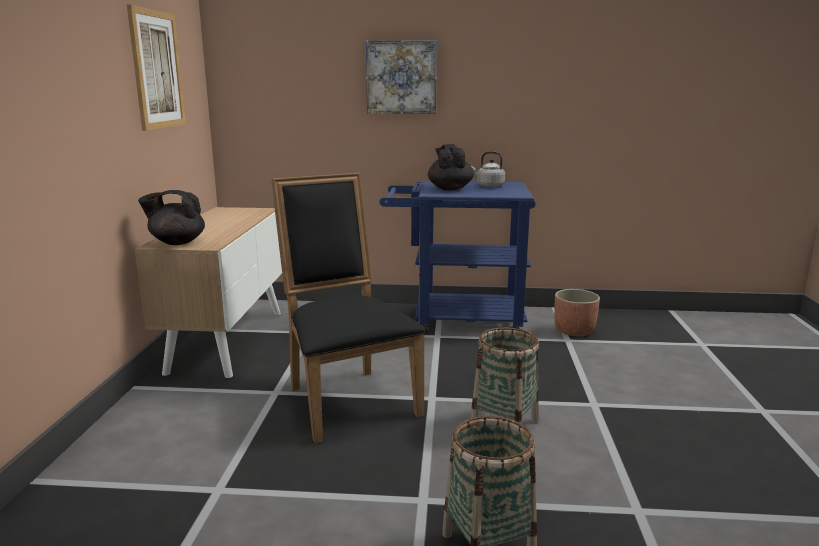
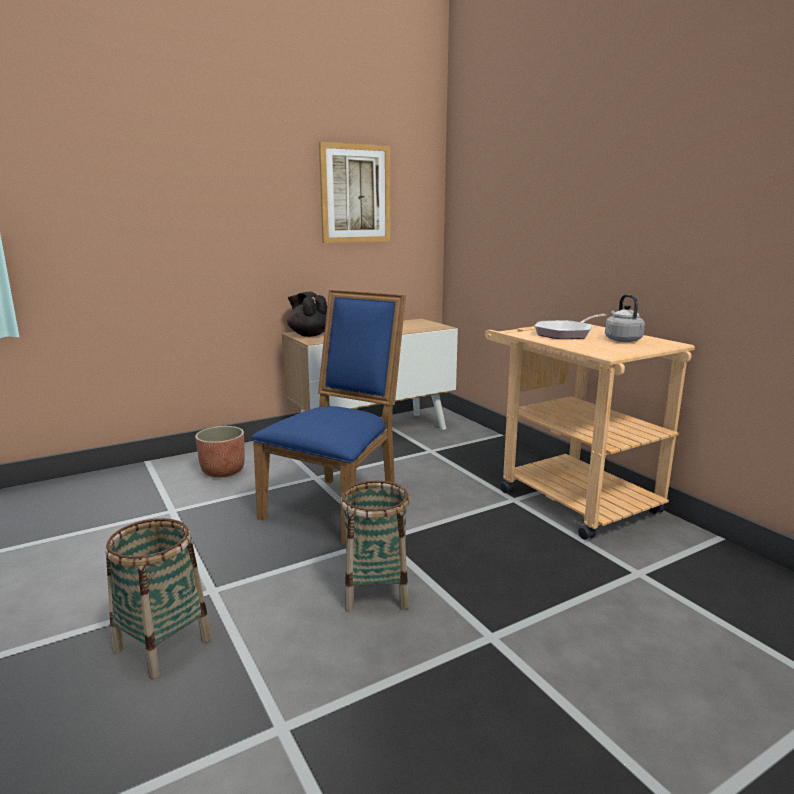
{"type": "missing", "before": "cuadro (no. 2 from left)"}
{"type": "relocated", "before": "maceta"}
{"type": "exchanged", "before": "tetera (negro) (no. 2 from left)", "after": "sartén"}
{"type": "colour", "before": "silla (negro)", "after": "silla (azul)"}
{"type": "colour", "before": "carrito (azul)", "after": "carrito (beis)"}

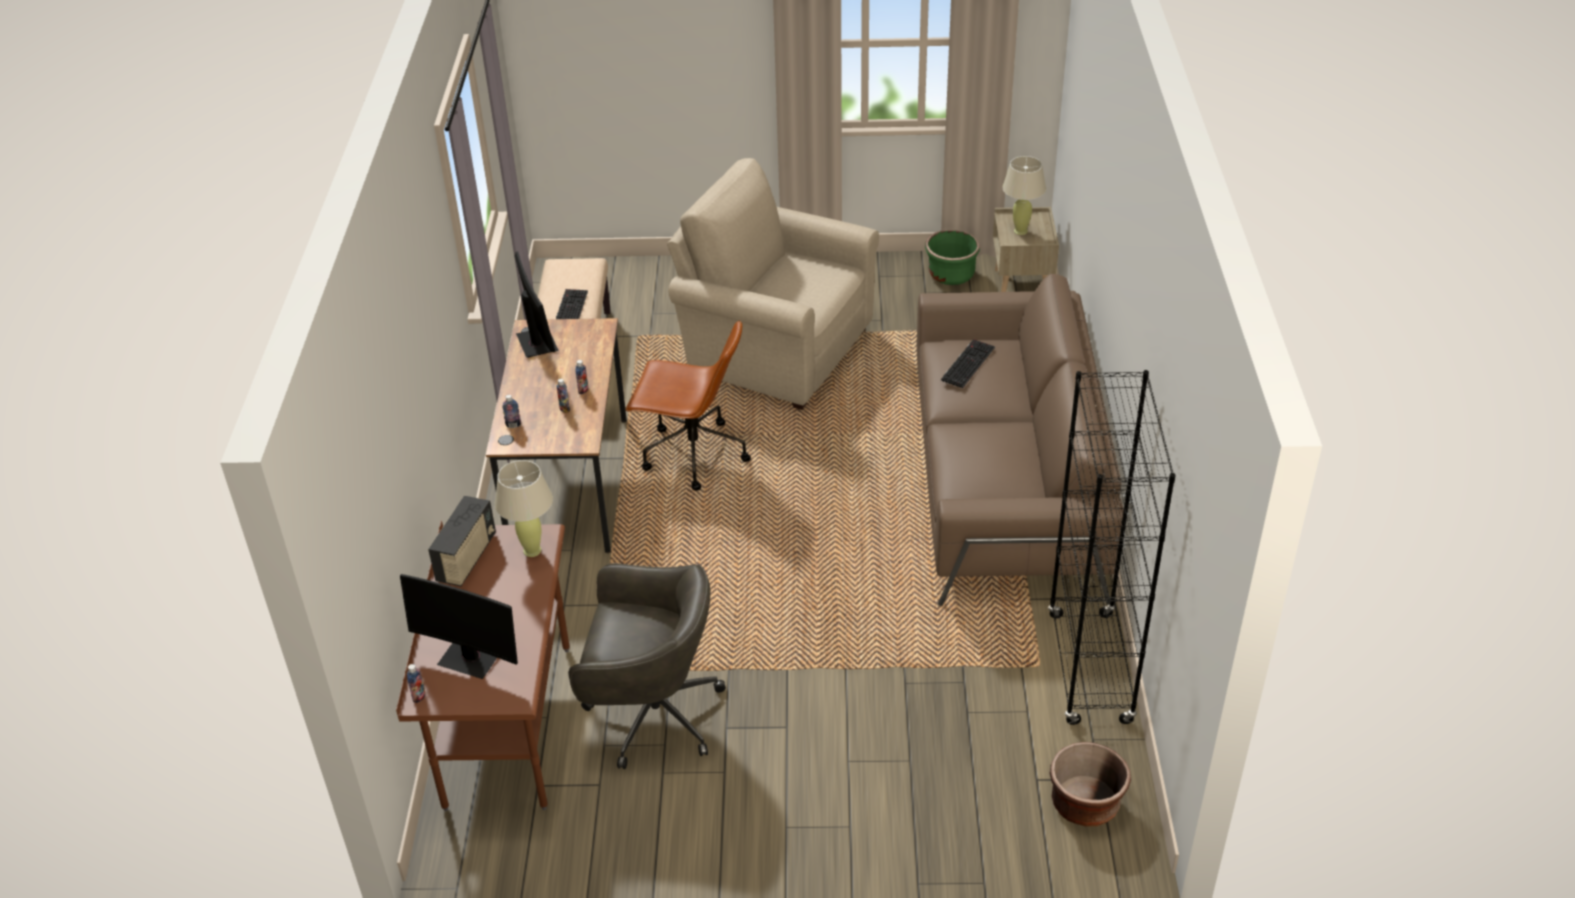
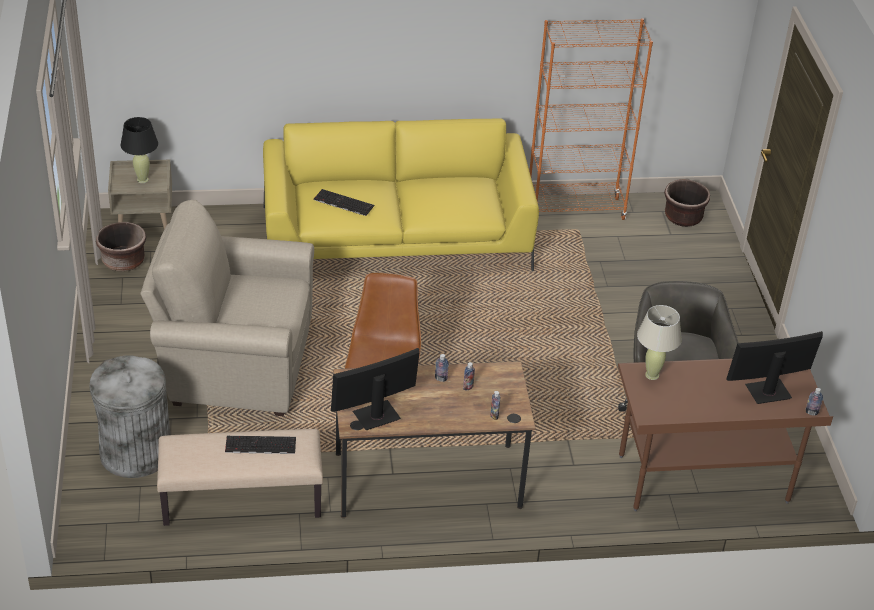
{"type": "missing", "before": "radio"}
{"type": "appeared", "after": "papelera (gris)"}
{"type": "colour", "before": "sofá (marrón)", "after": "sofá (amarillo)"}
{"type": "colour", "before": "maceta (verde)", "after": "maceta (marrón) (no. 1 from left)"}
{"type": "colour", "before": "lámpara de mesa (beis) (no. 2 from left)", "after": "lámpara de mesa (negro)"}
{"type": "colour", "before": "estantería (negro)", "after": "estantería (naranja)"}
{"type": "spun", "before": "monitor (no. 1 from left in the first image)", "turn": -120}
{"type": "spun", "before": "sillón (beis)", "turn": 75}

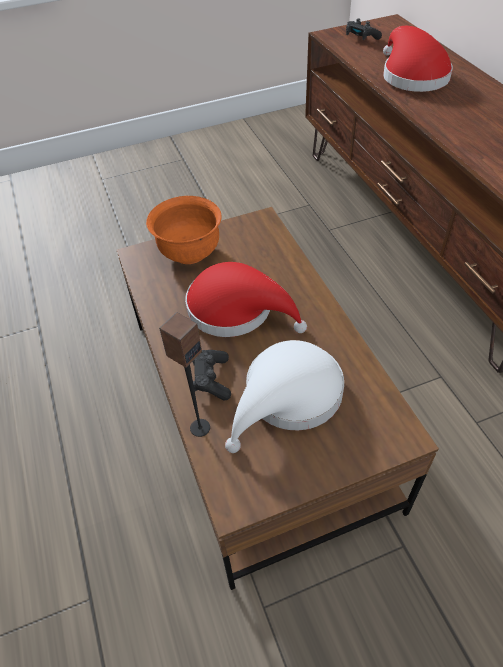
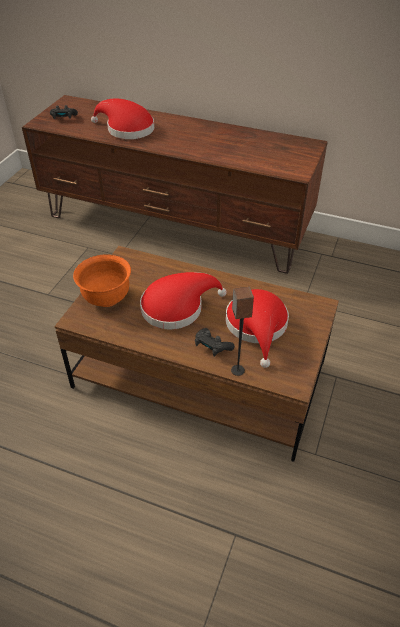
{"type": "colour", "before": "sombrero (blanco)", "after": "sombrero (rojo) (no. 3 from left)"}

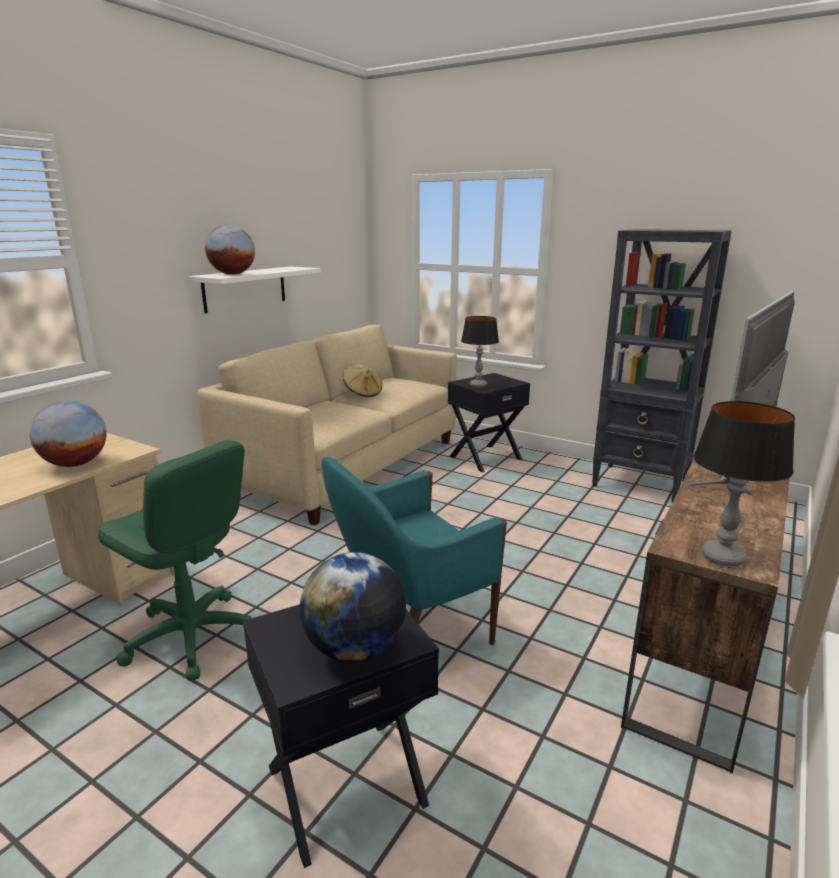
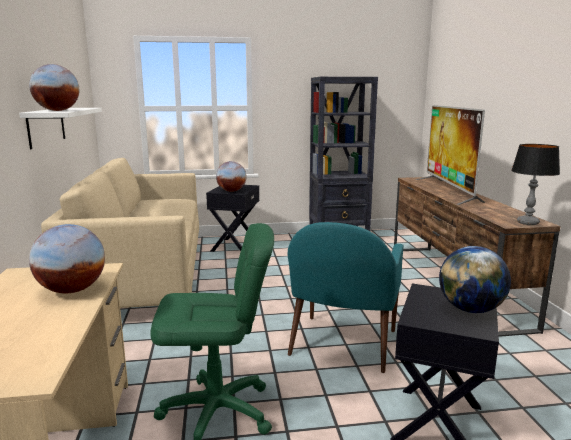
{"type": "missing", "before": "sombrero (beis)"}
{"type": "exchanged", "before": "lámpara de mesa (no. 1 from left)", "after": "globo terráqueo (no. 3 from left)"}

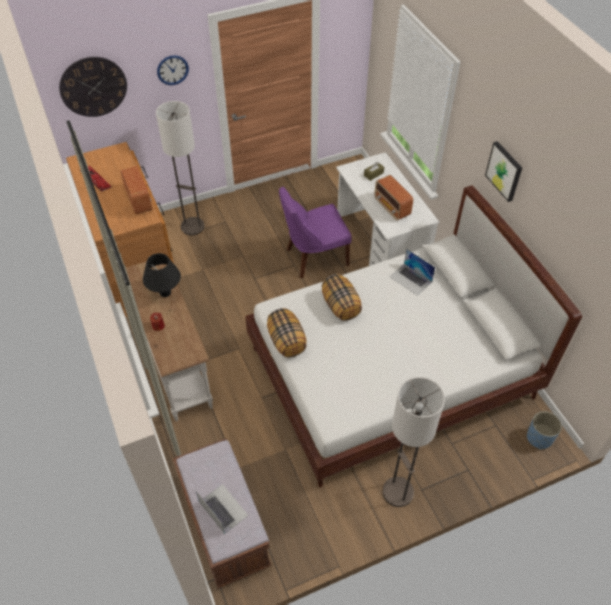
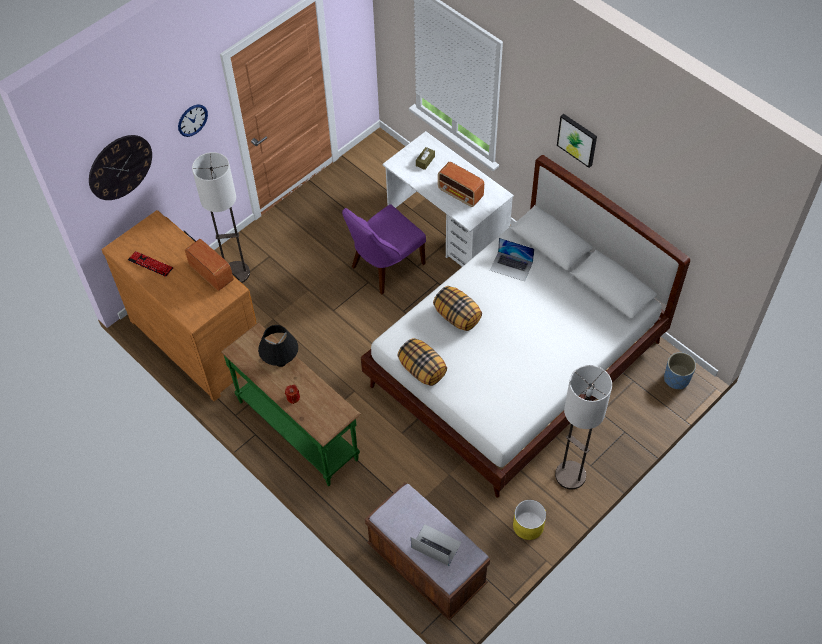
{"type": "appeared", "after": "maceta (amarillo)"}
{"type": "colour", "before": "mesa consola (blanco)", "after": "mesa consola (verde)"}

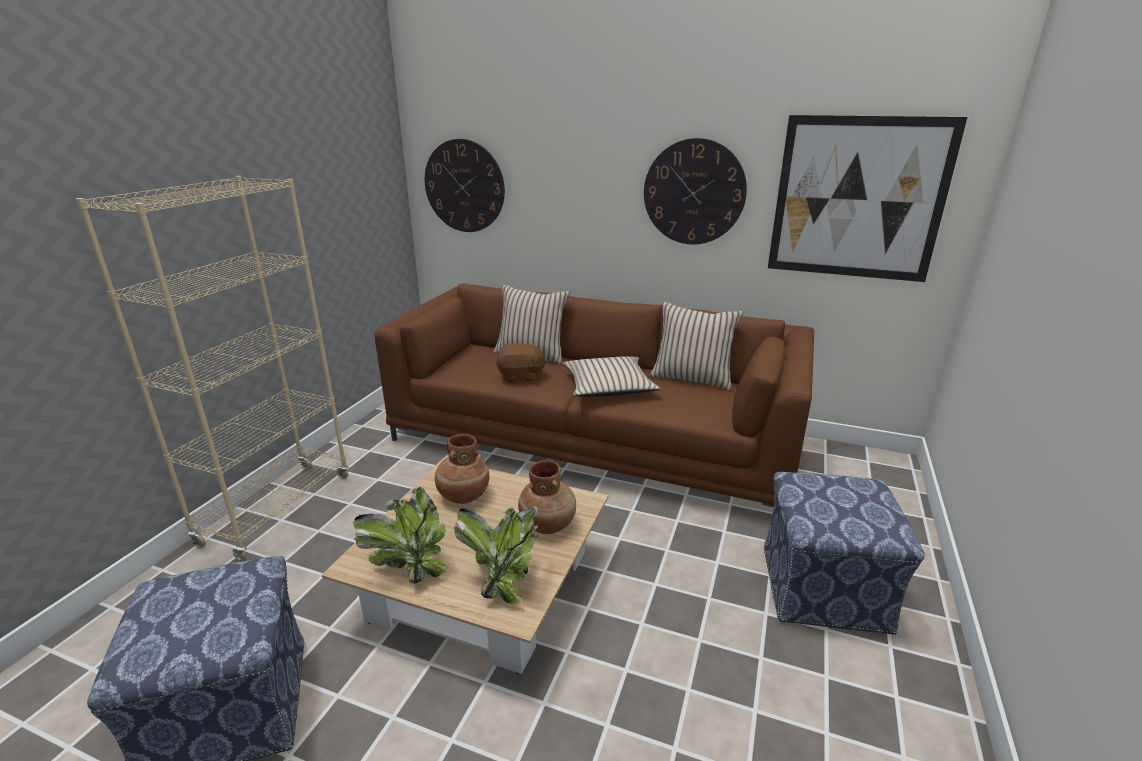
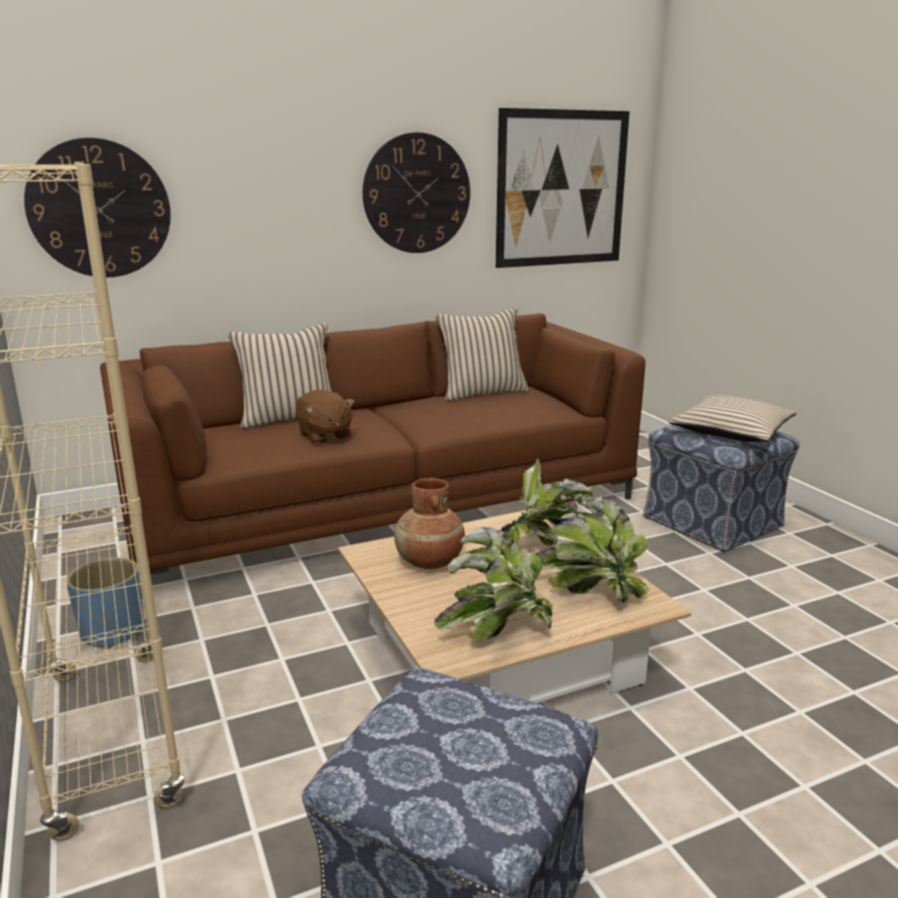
{"type": "appeared", "after": "maceta (azul)"}
{"type": "relocated", "before": "cojín (beis) (no. 2 from left in the first image)", "after": "cojín (beis) (no. 3 from left)"}
{"type": "exchanged", "before": "florero (marrón) (no. 2 from left)", "after": "planta en maceta (no. 2 from left)"}
{"type": "spun", "before": "peluche (marrón)", "turn": 105}

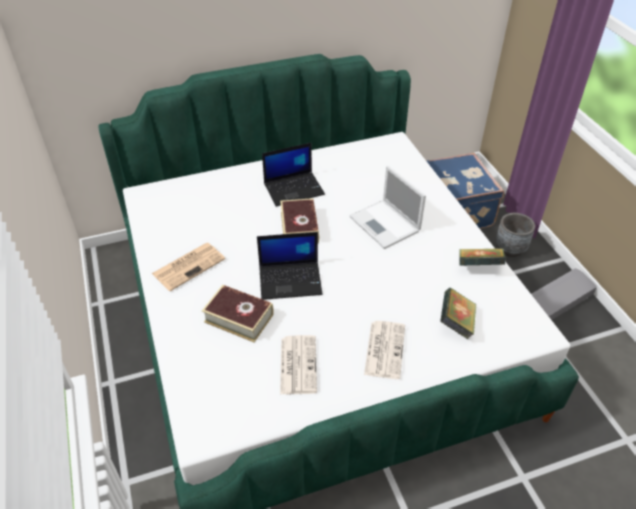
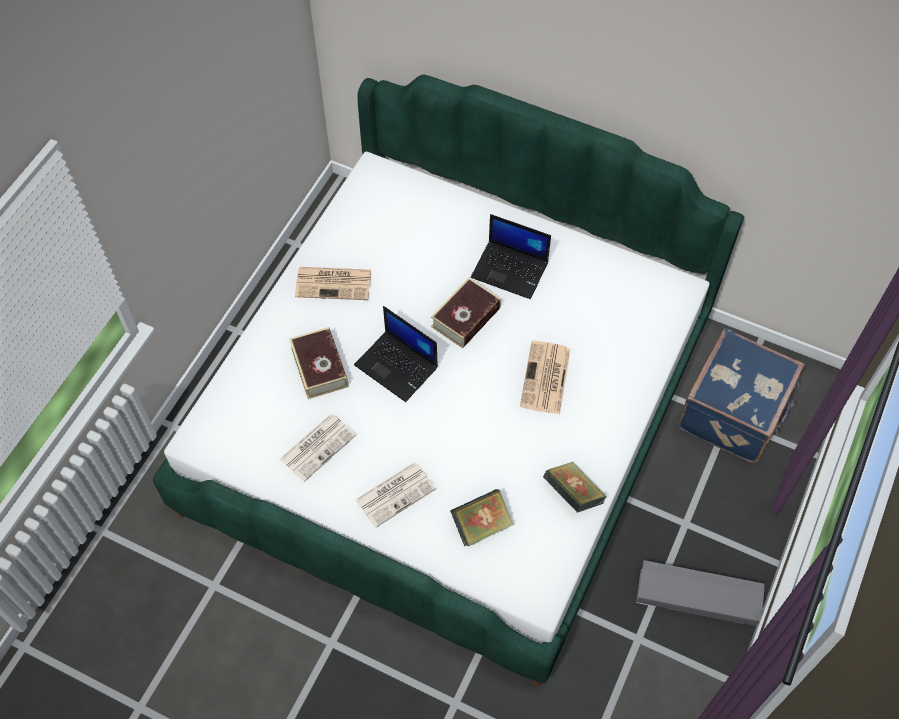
{"type": "missing", "before": "maceta (gris)"}
{"type": "exchanged", "before": "portátil (no. 3 from left)", "after": "periódico (no. 4 from left)"}

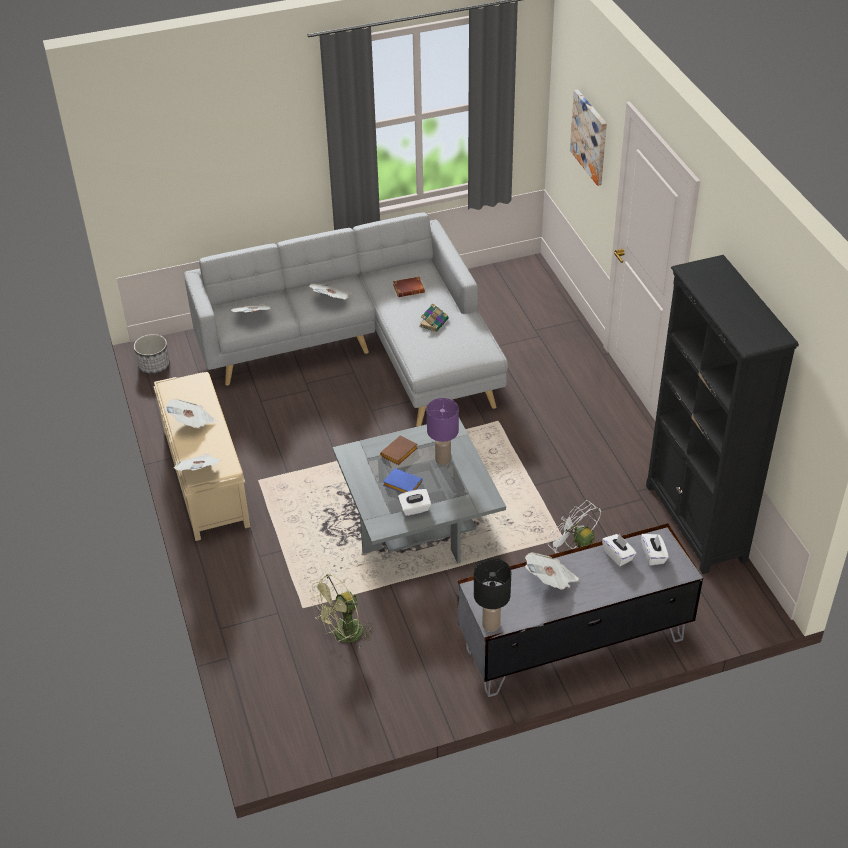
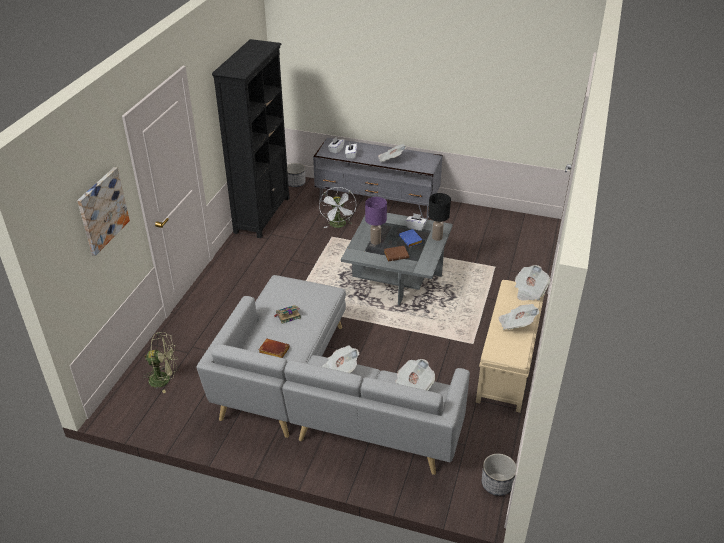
{"type": "appeared", "after": "maceta (no. 1 from left)"}
{"type": "relocated", "before": "ventilador (verde)"}
{"type": "relocated", "before": "lámpara de mesa (negro)"}

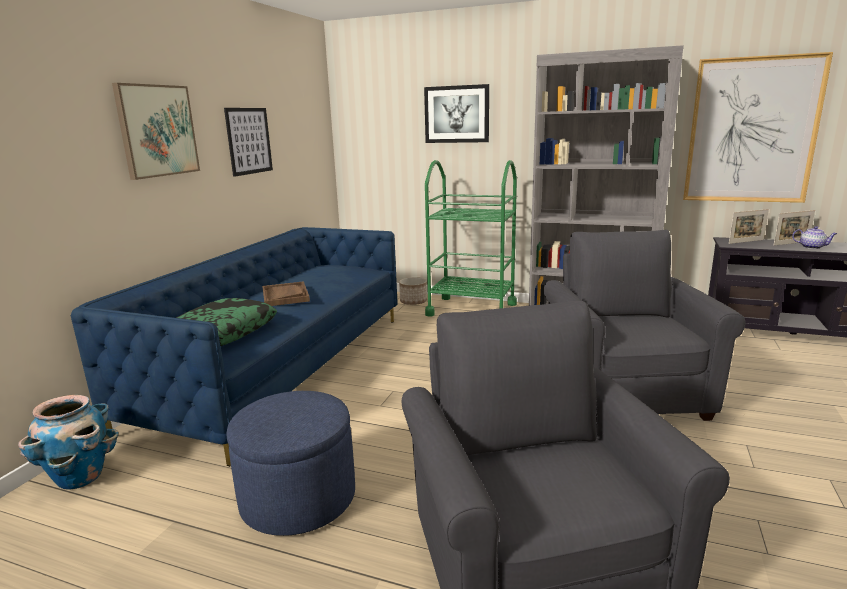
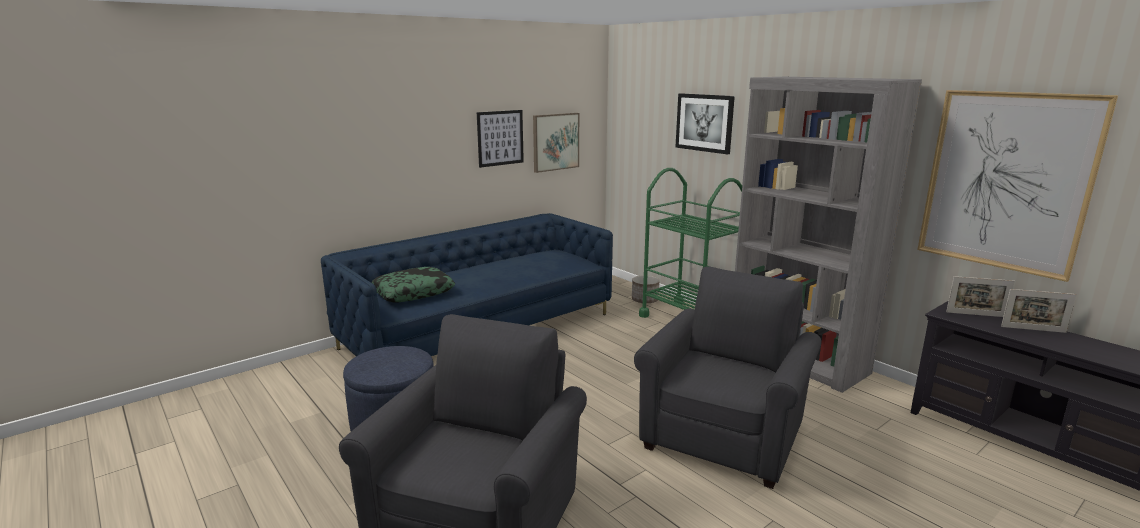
{"type": "missing", "before": "maceta (no. 1 from left)"}
{"type": "missing", "before": "bandeja (marrón)"}
{"type": "missing", "before": "tetera"}
{"type": "relocated", "before": "cuadro (no. 1 from left in the first image)", "after": "cuadro (no. 2 from left)"}

